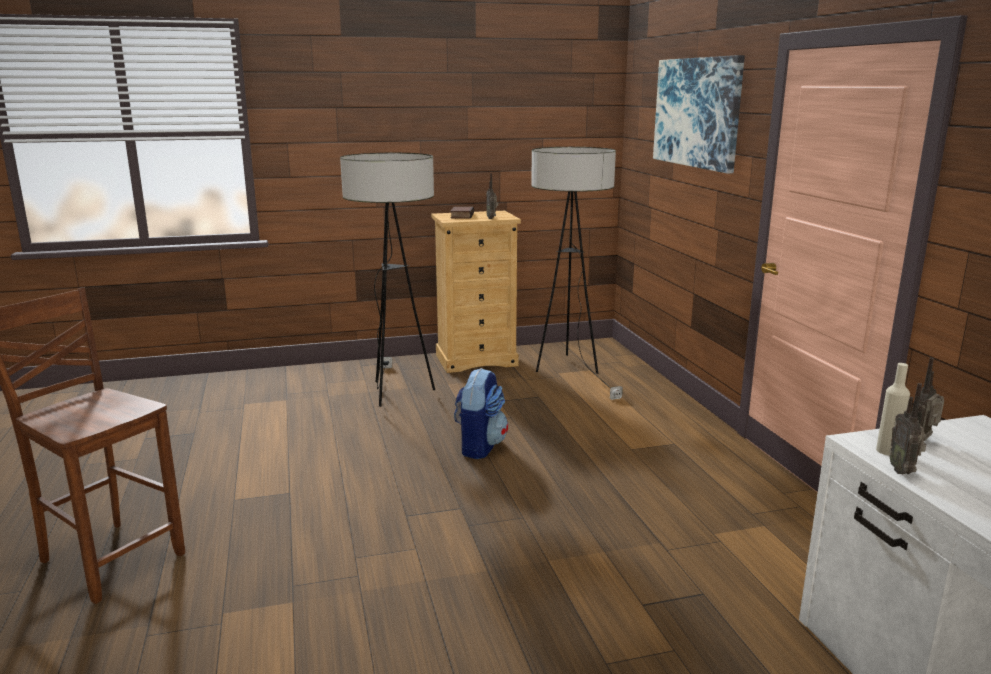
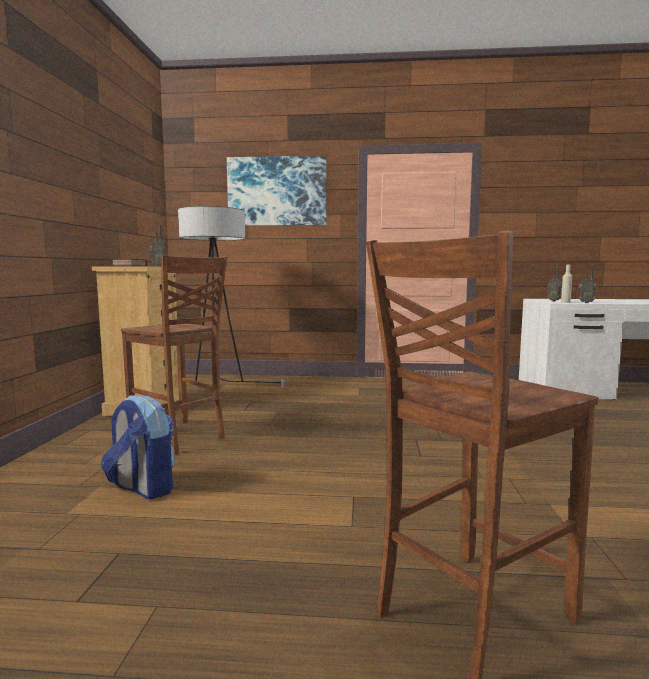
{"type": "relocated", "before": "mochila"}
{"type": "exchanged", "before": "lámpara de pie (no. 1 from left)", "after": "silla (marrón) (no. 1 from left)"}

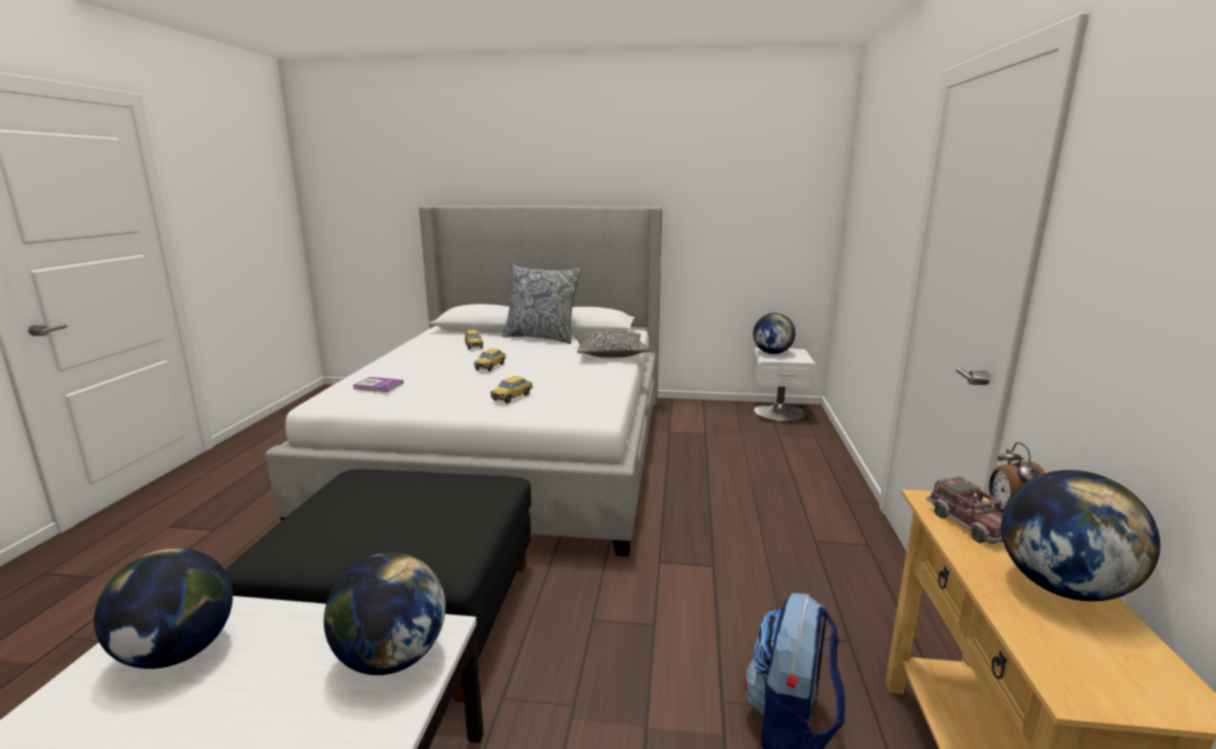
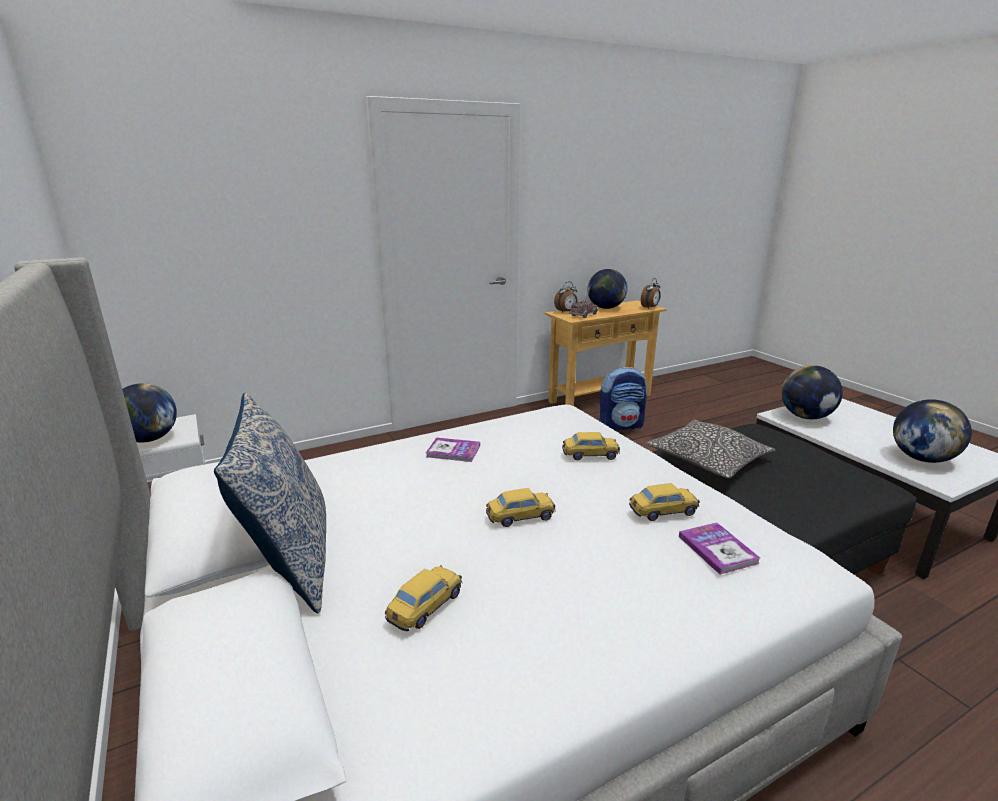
{"type": "appeared", "after": "libro (no. 1 from left)"}
{"type": "appeared", "after": "coche de juguete (no. 4 from left)"}
{"type": "appeared", "after": "despertador (no. 2 from left)"}
{"type": "relocated", "before": "cojín (no. 2 from left)"}

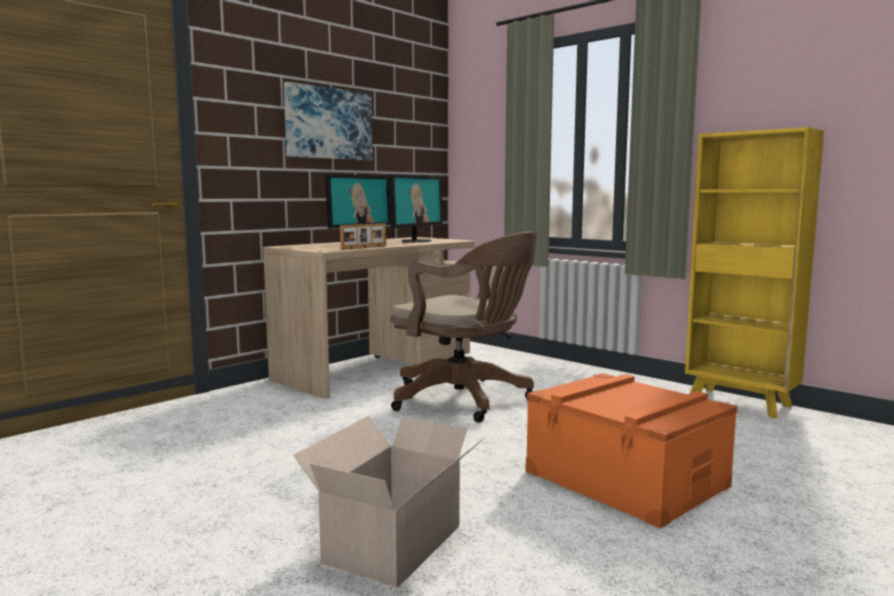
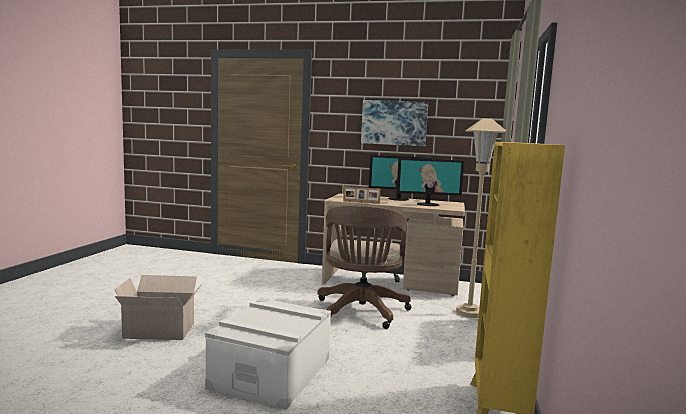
{"type": "appeared", "after": "lámpara de pie (beis)"}
{"type": "colour", "before": "caja de almacenaje (naranja)", "after": "caja de almacenaje (blanco)"}

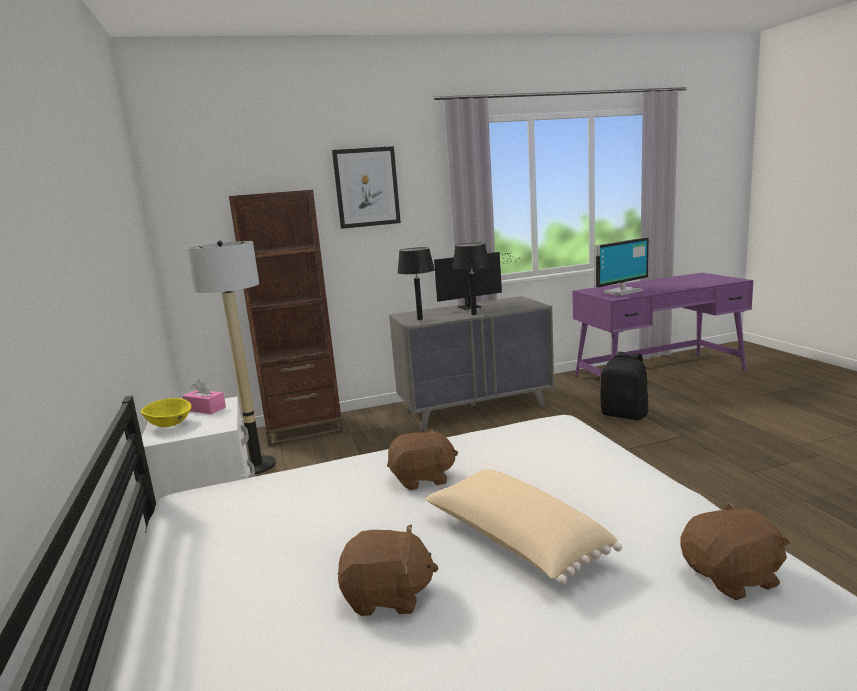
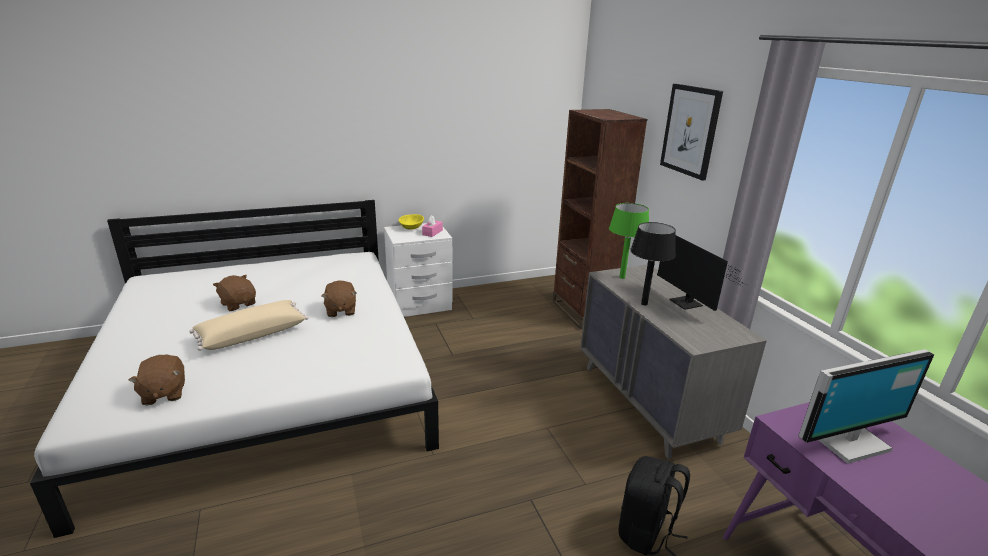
{"type": "missing", "before": "lámpara de pie"}
{"type": "colour", "before": "lámpara de mesa (negro) (no. 1 from left)", "after": "lámpara de mesa (verde)"}
{"type": "spun", "before": "peluche (marrón) (no. 1 from left in the first image)", "turn": 135}
{"type": "spun", "before": "monitor (no. 2 from left)", "turn": -75}

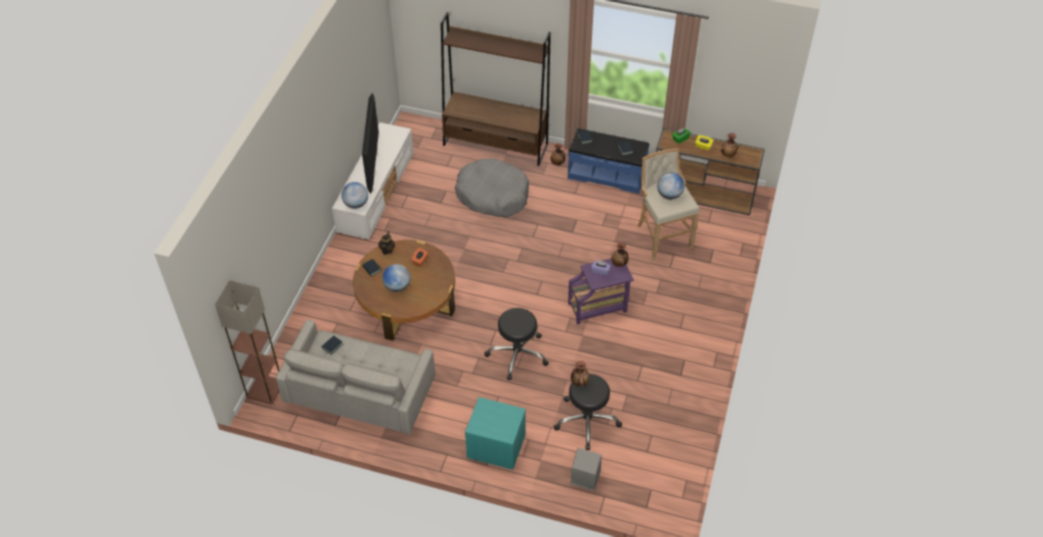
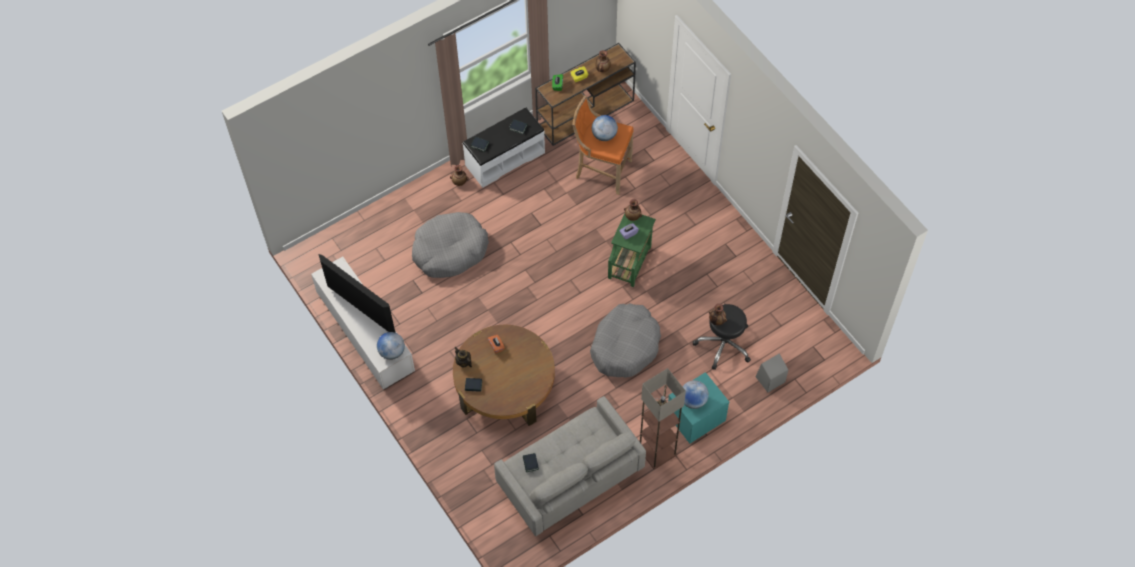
{"type": "missing", "before": "estantería (marrón)"}
{"type": "relocated", "before": "lámpara de pie"}
{"type": "relocated", "before": "globo terráqueo (no. 2 from left in the first image)", "after": "globo terráqueo (no. 3 from left)"}
{"type": "exchanged", "before": "taburete (negro) (no. 1 from left)", "after": "cama para perro (gris) (no. 2 from left)"}
{"type": "colour", "before": "banco (azul)", "after": "banco (blanco)"}
{"type": "colour", "before": "mesa auxiliar (morado)", "after": "mesa auxiliar (verde)"}
{"type": "colour", "before": "taburete (beis)", "after": "taburete (naranja)"}

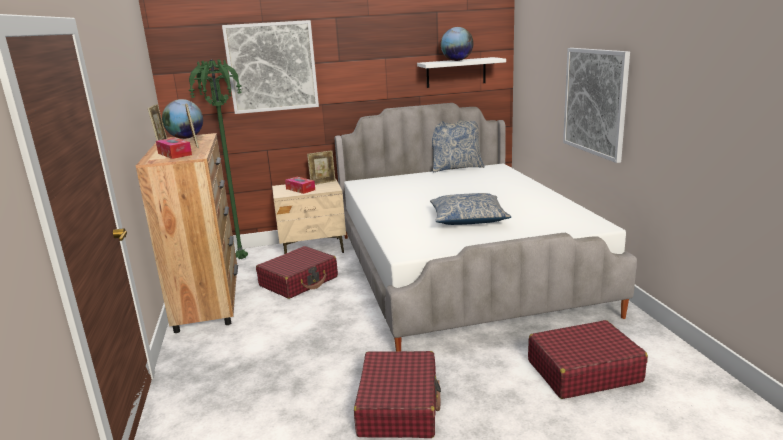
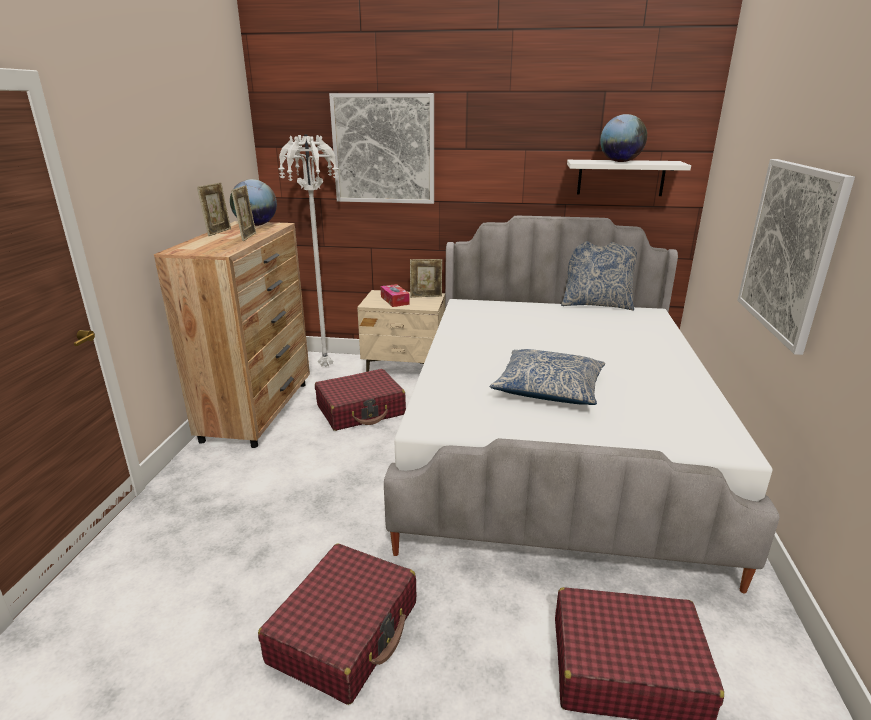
{"type": "missing", "before": "caja de pañuelos (no. 1 from left)"}
{"type": "colour", "before": "lámpara de pie (verde)", "after": "lámpara de pie (blanco)"}

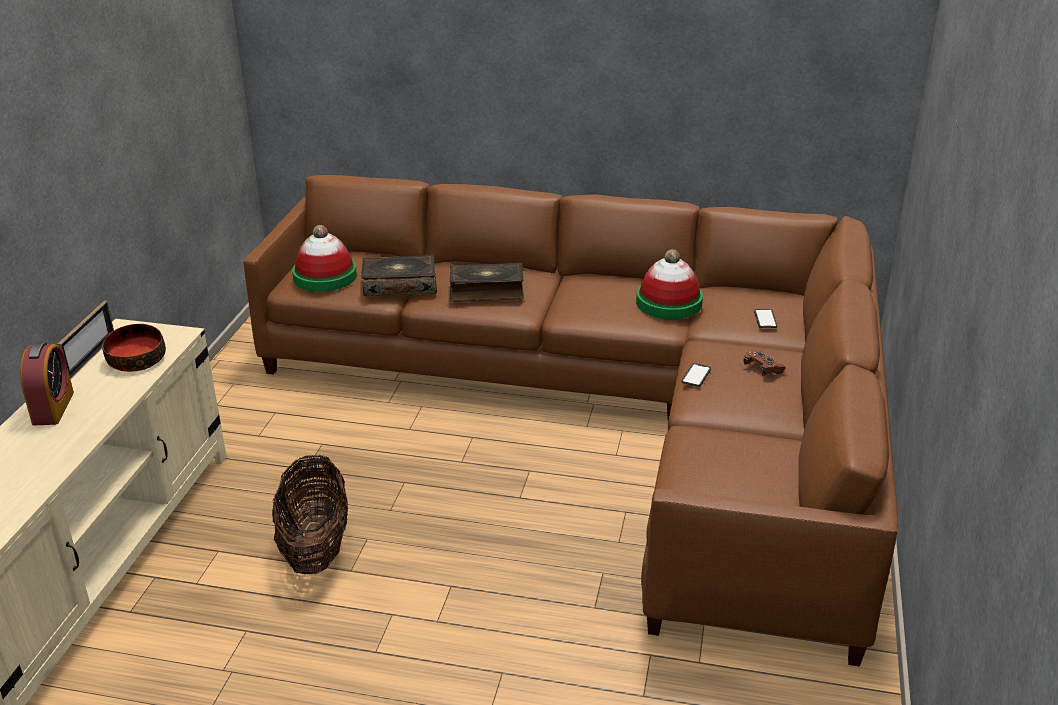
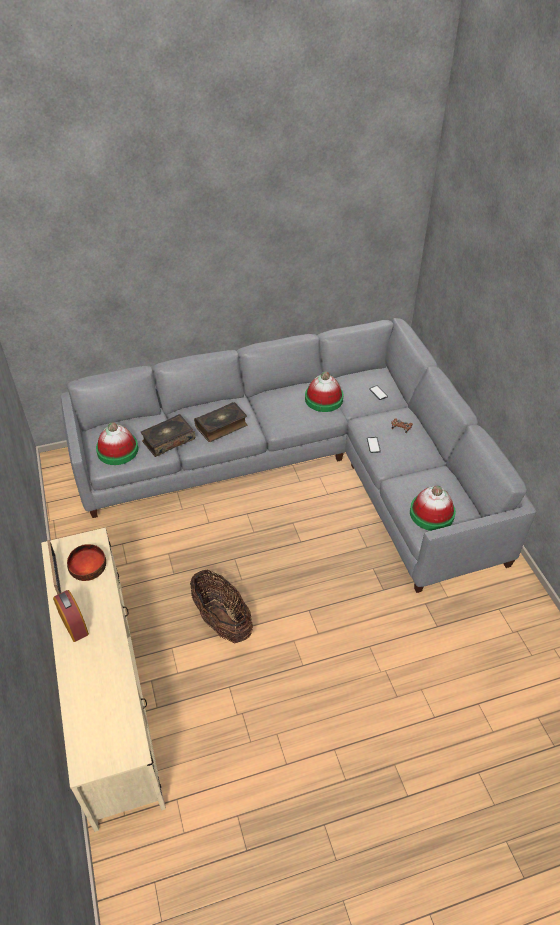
{"type": "appeared", "after": "sombrero (no. 3 from left)"}
{"type": "colour", "before": "sofá (marrón)", "after": "sofá (gris)"}

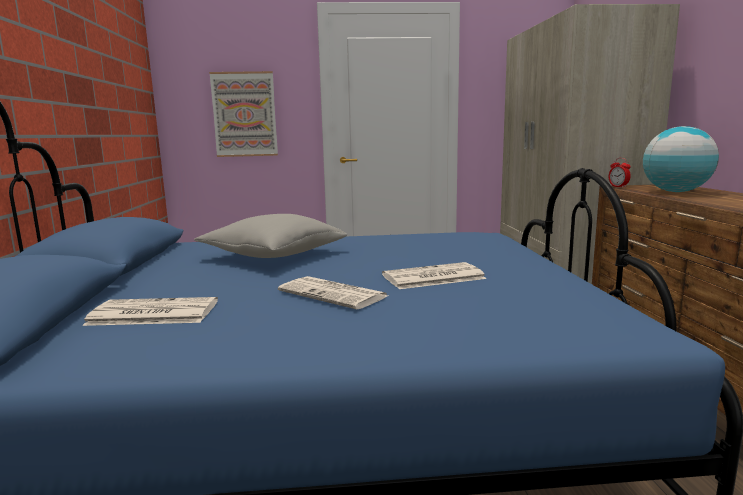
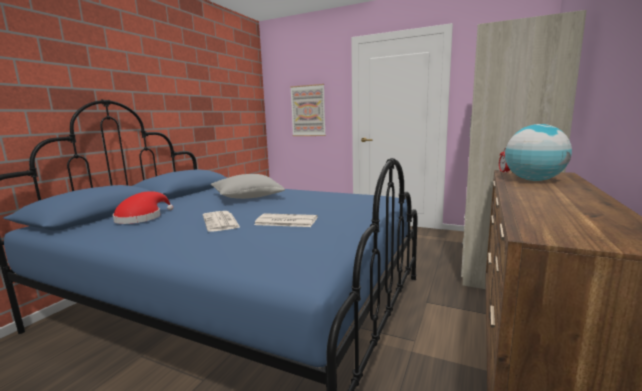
{"type": "exchanged", "before": "periódico (no. 1 from left)", "after": "sombrero (rojo)"}

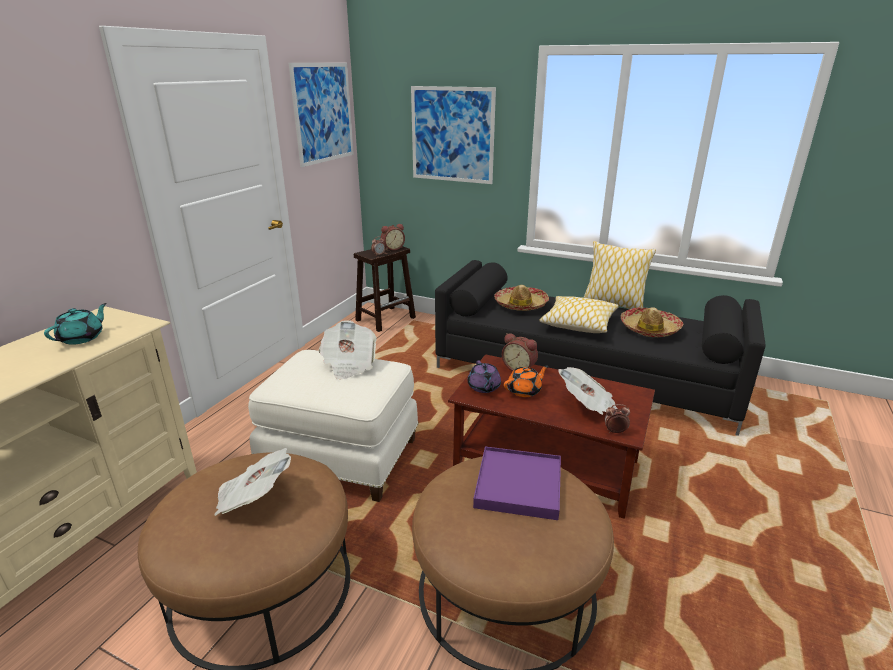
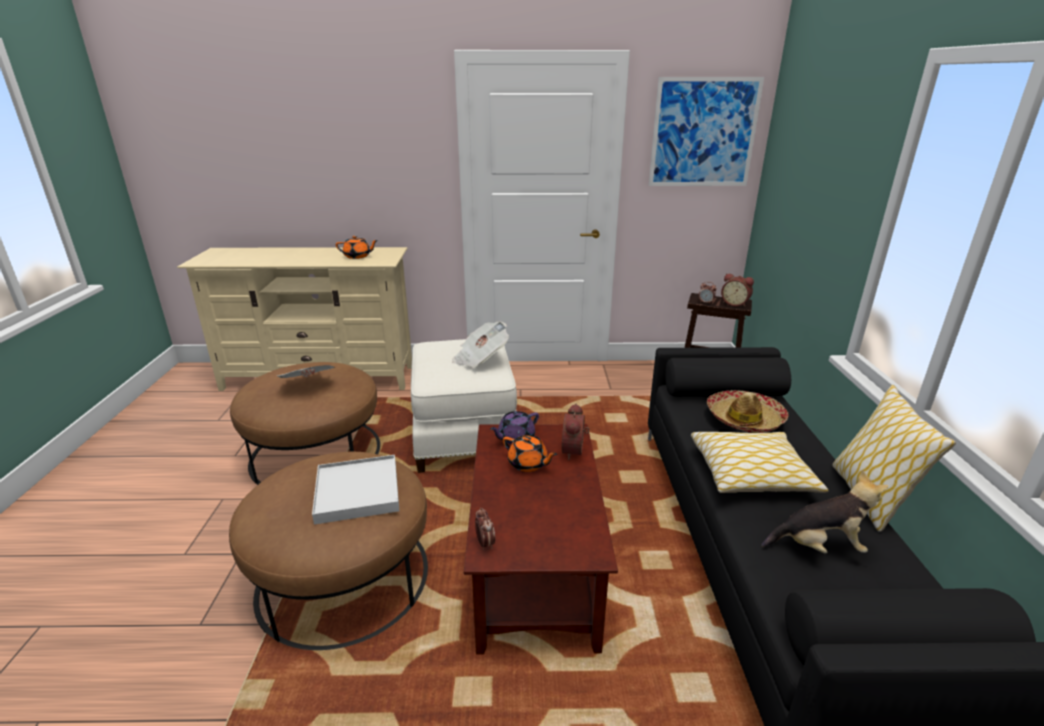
{"type": "missing", "before": "cuadro (no. 2 from left)"}
{"type": "missing", "before": "periódico (no. 3 from left)"}
{"type": "exchanged", "before": "sombrero (no. 2 from left)", "after": "peluche"}
{"type": "colour", "before": "tetera (turquesa)", "after": "tetera (naranja) (no. 1 from left)"}
{"type": "colour", "before": "bandeja (morado)", "after": "bandeja (blanco)"}

